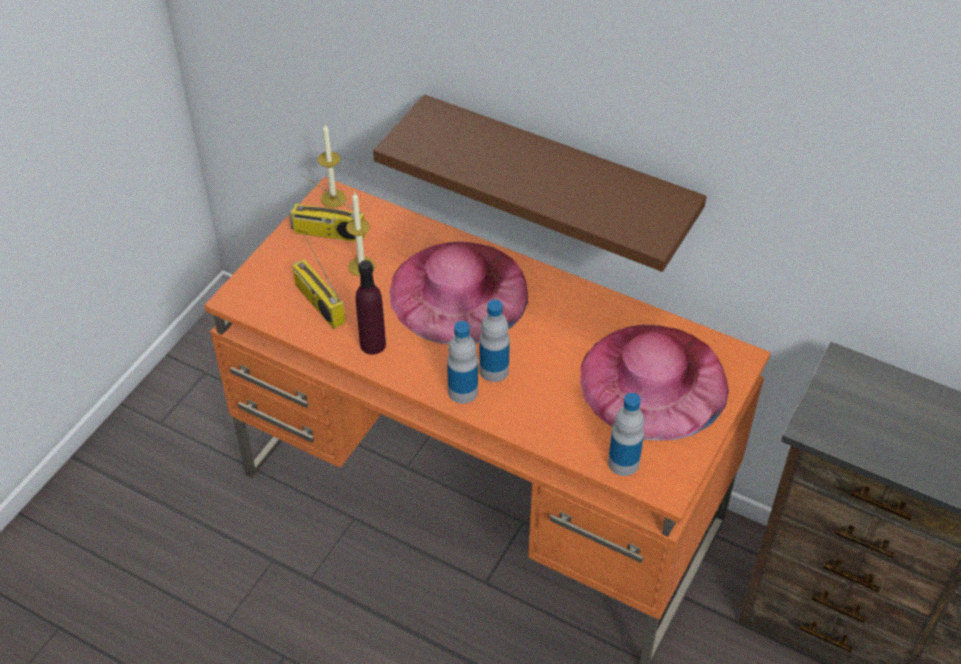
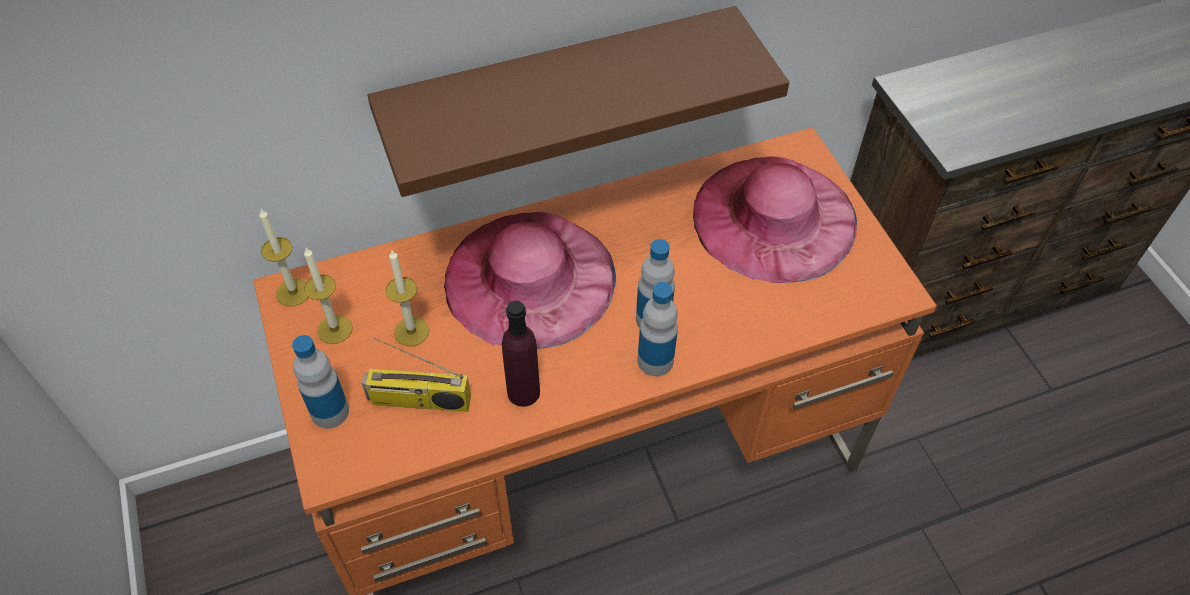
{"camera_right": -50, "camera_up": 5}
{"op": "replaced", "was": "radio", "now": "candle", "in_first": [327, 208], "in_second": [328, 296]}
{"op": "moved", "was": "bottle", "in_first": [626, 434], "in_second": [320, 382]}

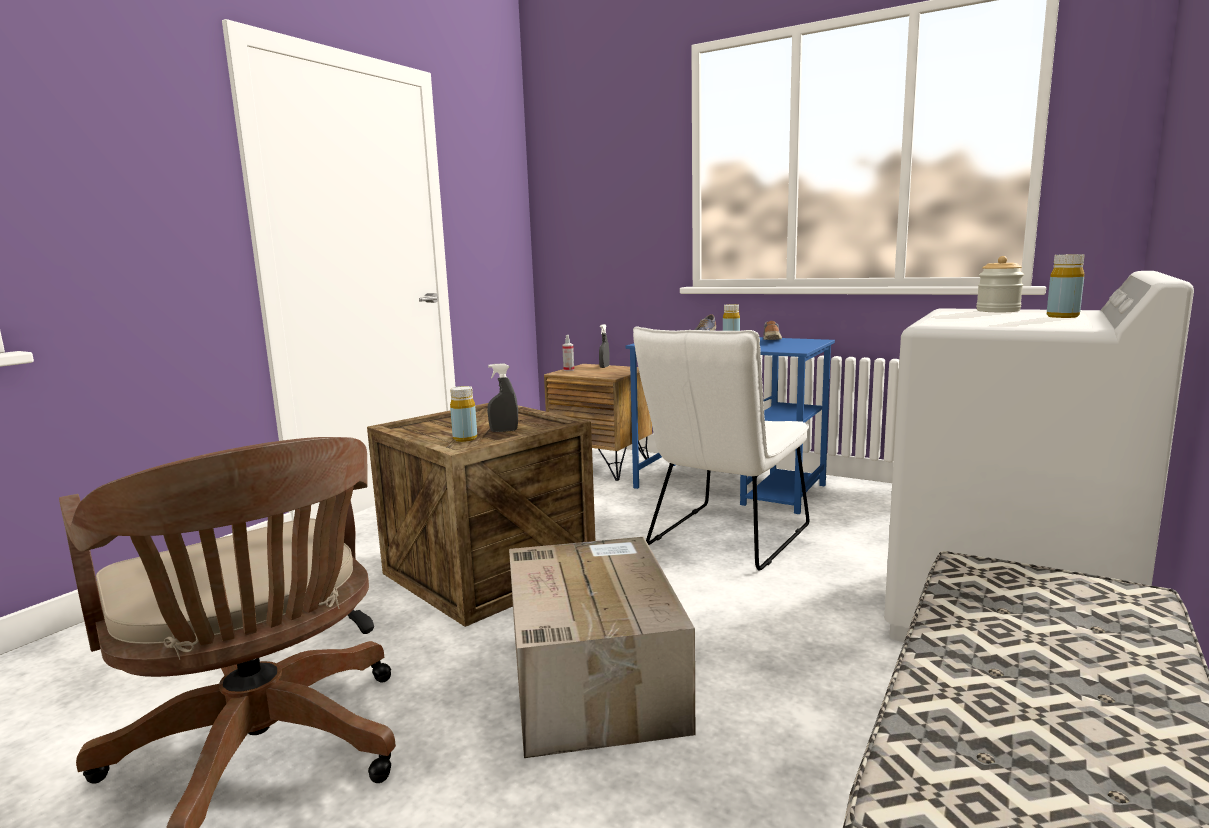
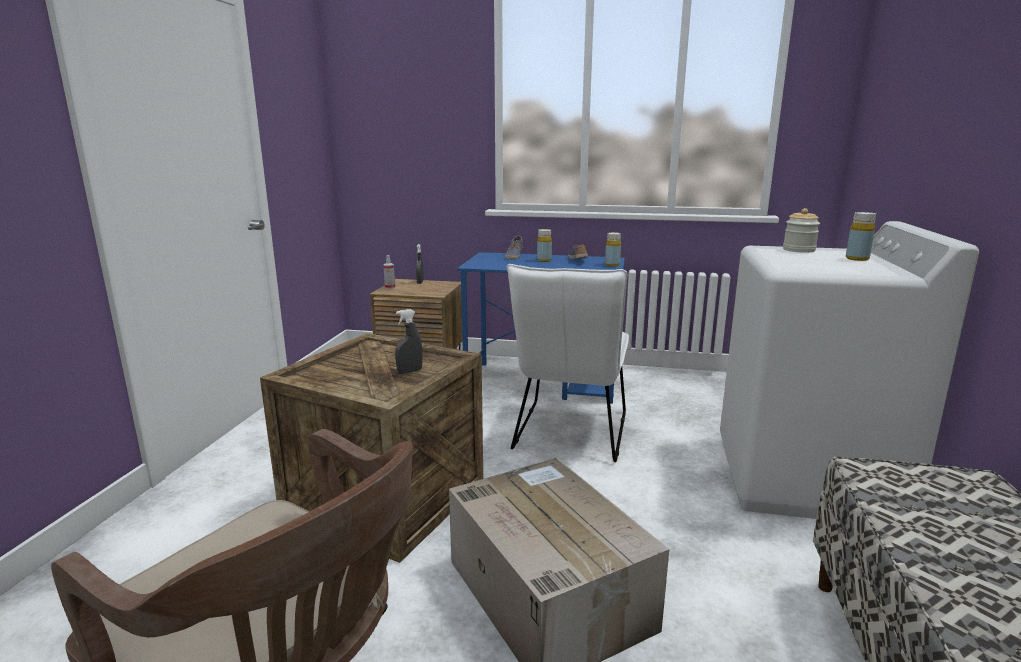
{"camera_right": -20, "camera_up": 5}
{"op": "moved", "was": "bottle (yellow)", "in_first": [463, 414], "in_second": [613, 249]}

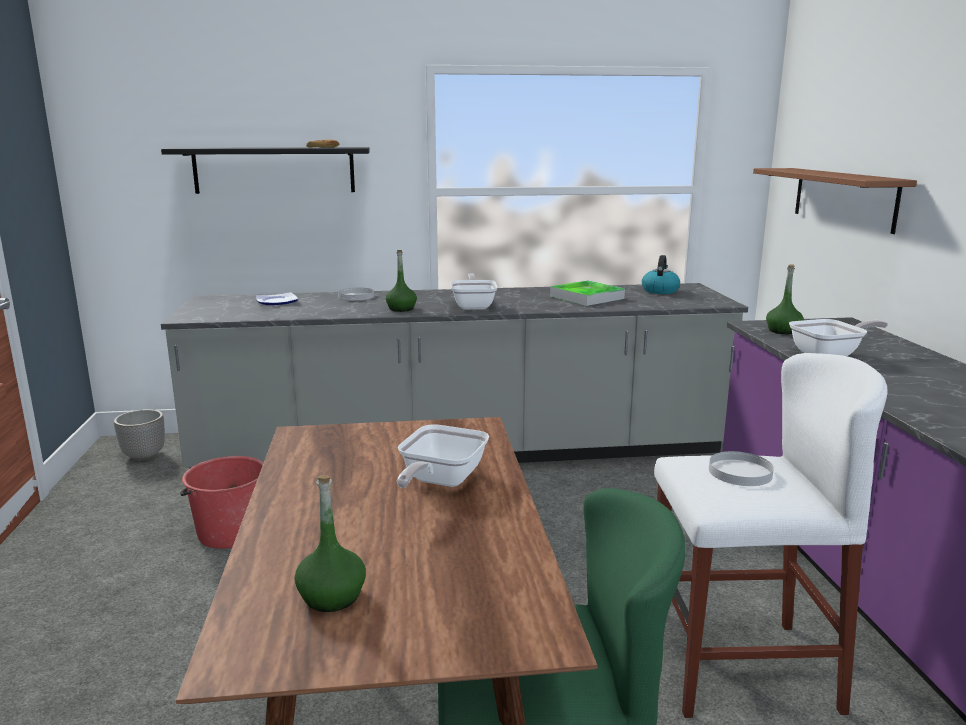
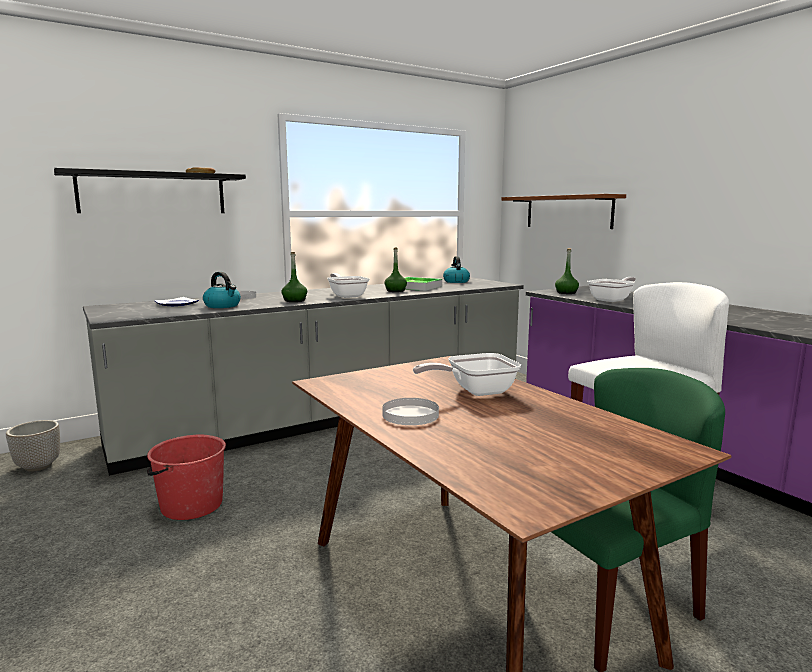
{"camera_right": -25, "camera_up": -5}
{"op": "moved", "was": "bottle (green)", "in_first": [330, 543], "in_second": [396, 270]}
{"op": "turned", "was": "frying pan", "in_first": [443, 456], "in_second": [467, 374], "clockwise": 75}
{"op": "moved", "was": "plate (white)", "in_first": [741, 468], "in_second": [411, 411]}
{"op": "added", "now": "kettle", "in_second": [222, 290]}

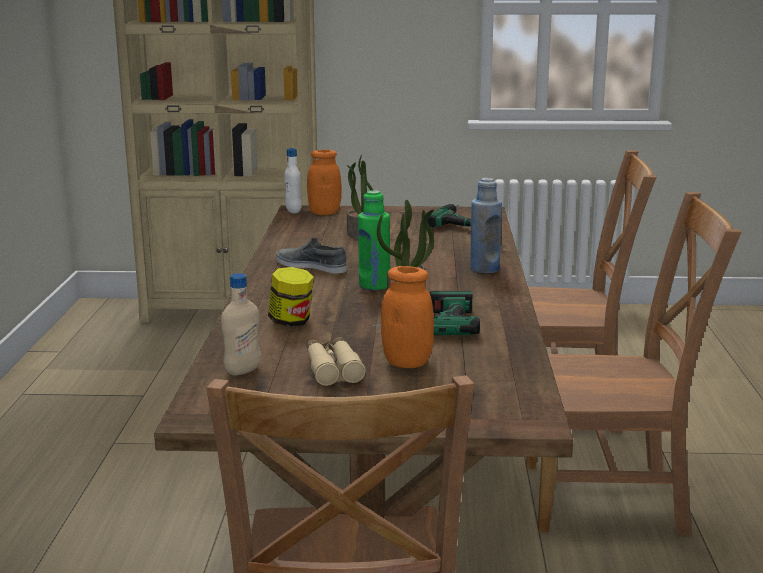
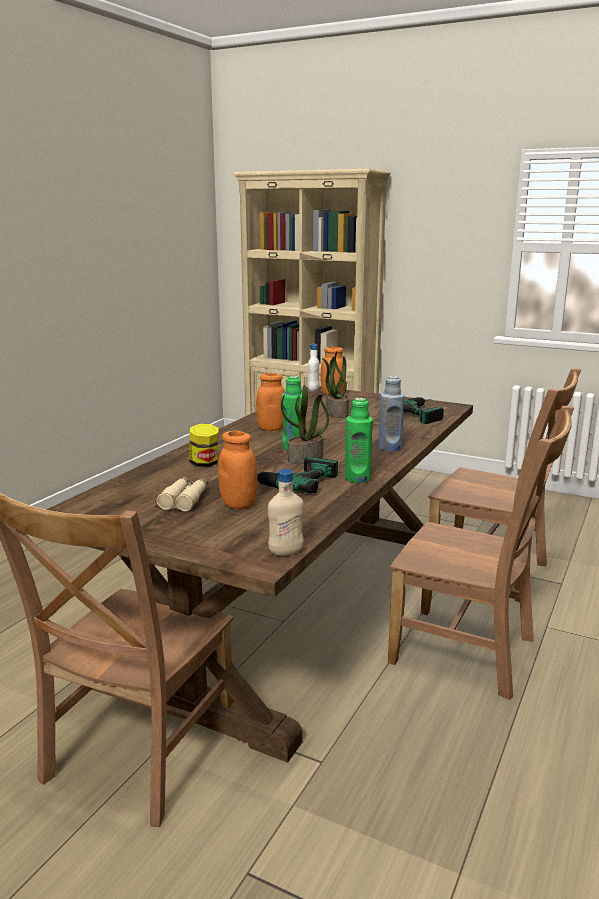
{"camera_right": 25, "camera_up": 0}
{"op": "moved", "was": "bottle (beige)", "in_first": [241, 324], "in_second": [286, 512]}
{"op": "replaced", "was": "shoe (grey)", "now": "jar (orange)", "in_first": [311, 255], "in_second": [270, 402]}
{"op": "added", "now": "bottle (green)", "in_second": [359, 440]}

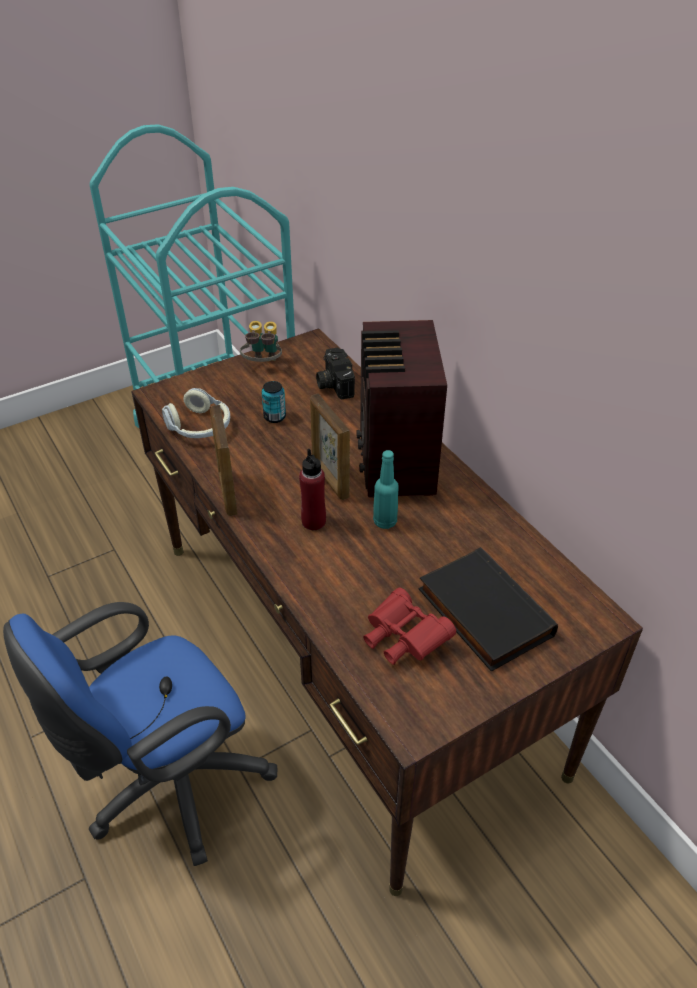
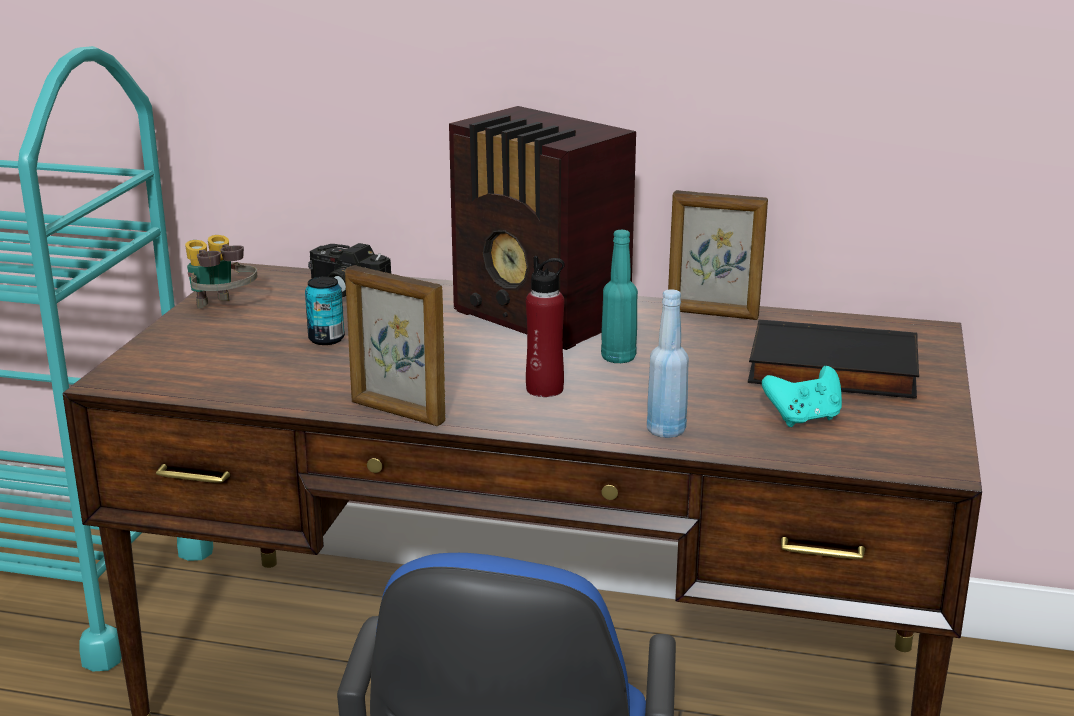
{"camera_right": -45, "camera_up": -20}
{"op": "removed", "was": "headphones", "in_first": [196, 413]}
{"op": "moved", "was": "picture frame", "in_first": [330, 447], "in_second": [718, 255]}
{"op": "replaced", "was": "binoculars (red)", "now": "game controller (turquoise)", "in_first": [409, 626], "in_second": [802, 396]}
{"op": "added", "now": "bottle (blue)", "in_second": [668, 363]}

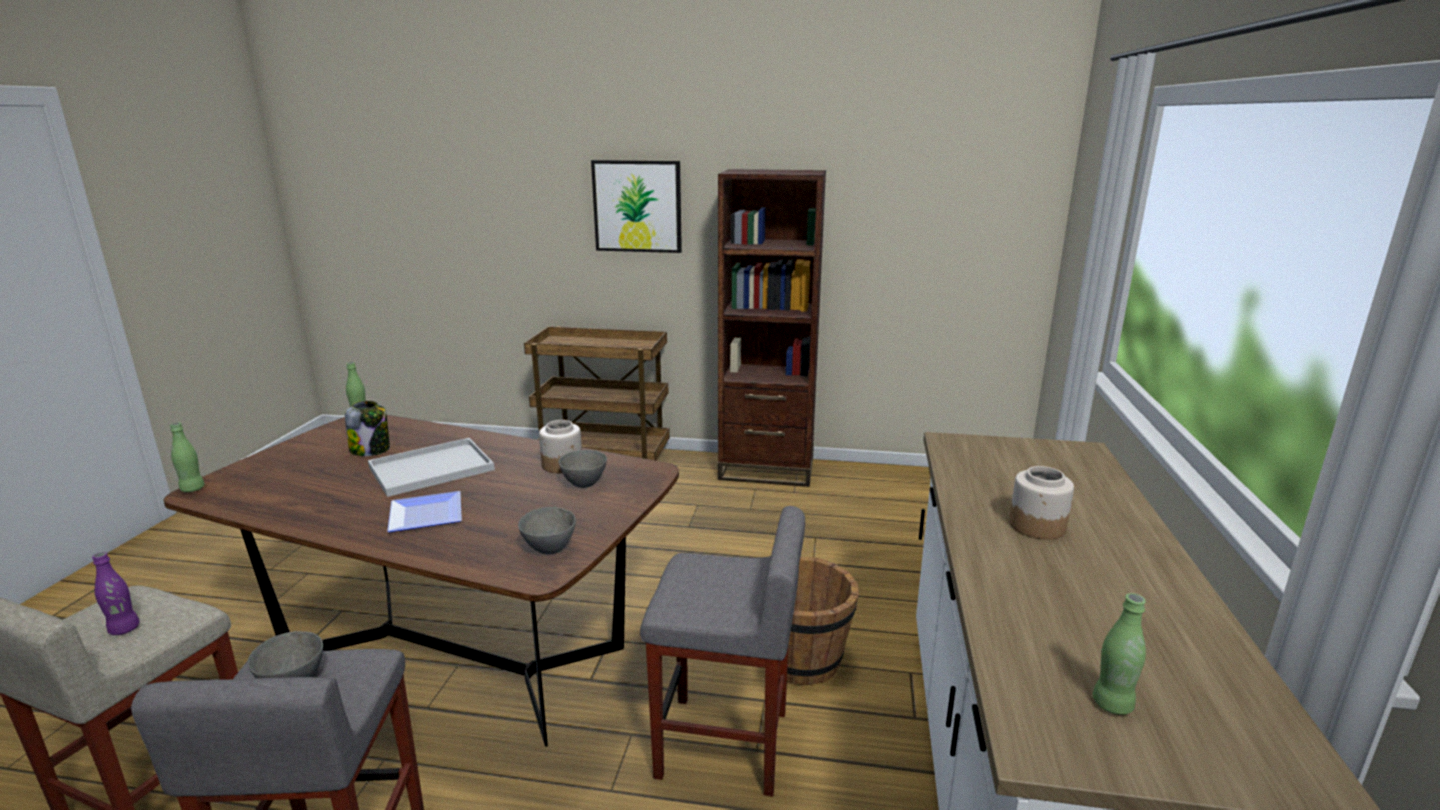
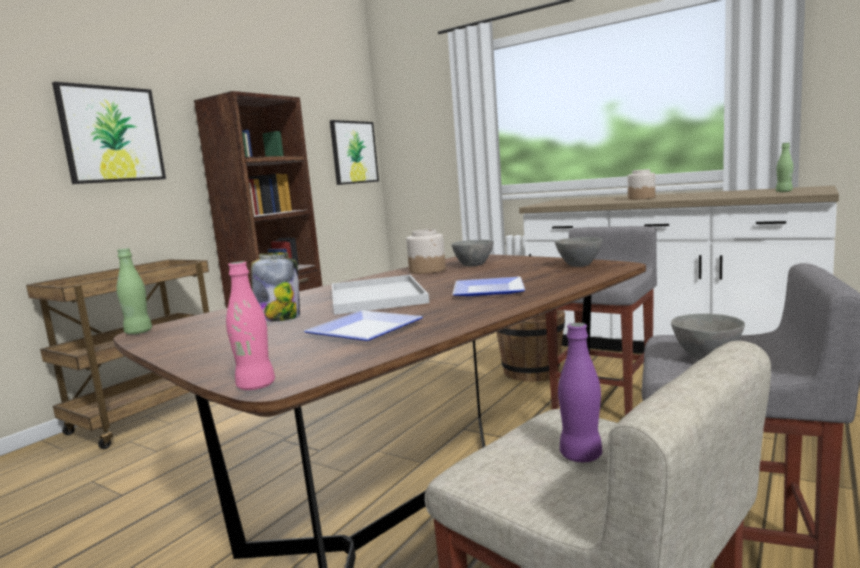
{"camera_right": -65, "camera_up": -10}
{"op": "recoloured", "was": "bottle (green)", "now": "bottle (pink)", "in_first": [187, 457], "in_second": [250, 325]}
{"op": "added", "now": "plate", "in_second": [363, 325]}
{"op": "added", "now": "picture", "in_second": [354, 152]}

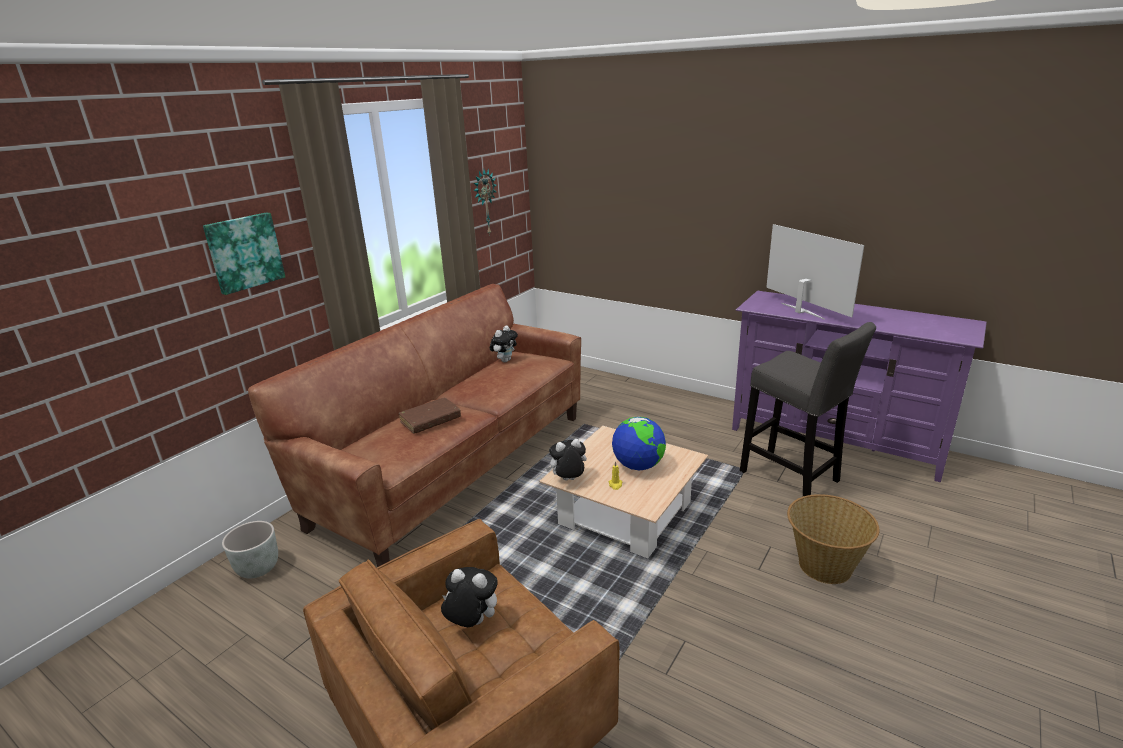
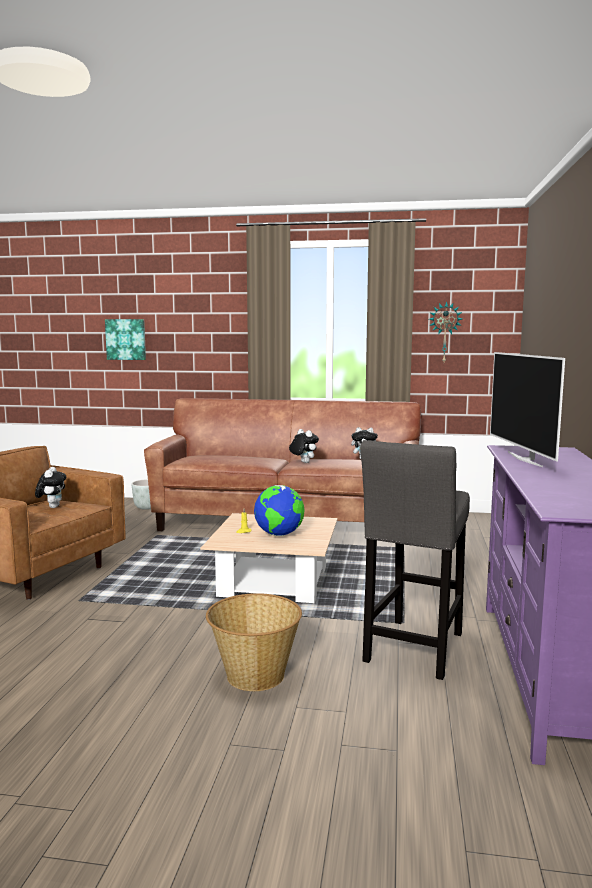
{"camera_right": 65, "camera_up": -15}
{"op": "moved", "was": "picture", "in_first": [244, 253], "in_second": [125, 339]}
{"op": "removed", "was": "book (brown)", "in_first": [429, 415]}
{"op": "moved", "was": "plush toy", "in_first": [566, 459], "in_second": [304, 446]}
{"op": "turned", "was": "television", "in_first": [815, 272], "in_second": [527, 409], "clockwise": 135}

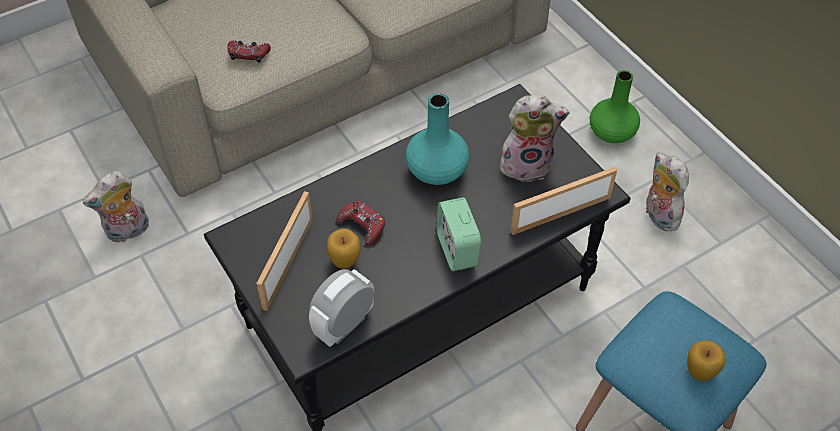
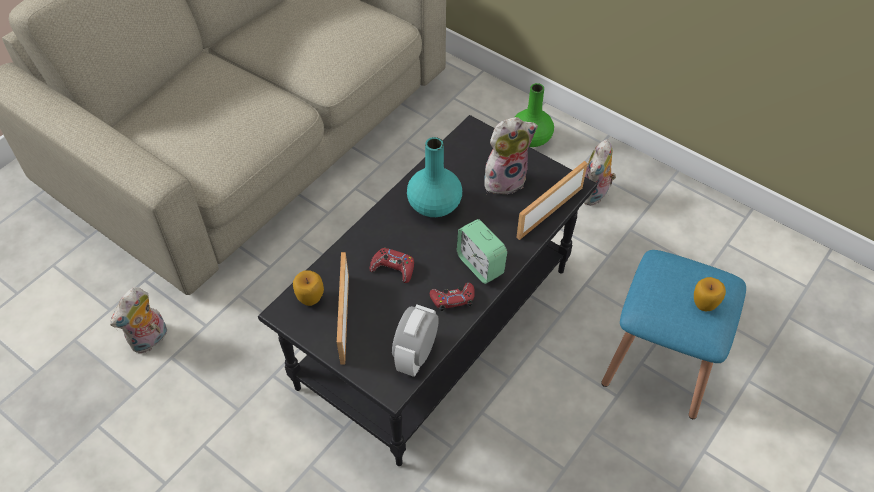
{"camera_right": -20, "camera_up": 0}
{"op": "moved", "was": "game controller (red)", "in_first": [249, 51], "in_second": [452, 296]}
{"op": "moved", "was": "apple", "in_first": [343, 248], "in_second": [308, 288]}
{"op": "turned", "was": "plush toy", "in_first": [667, 191], "in_second": [600, 172], "clockwise": -105}

